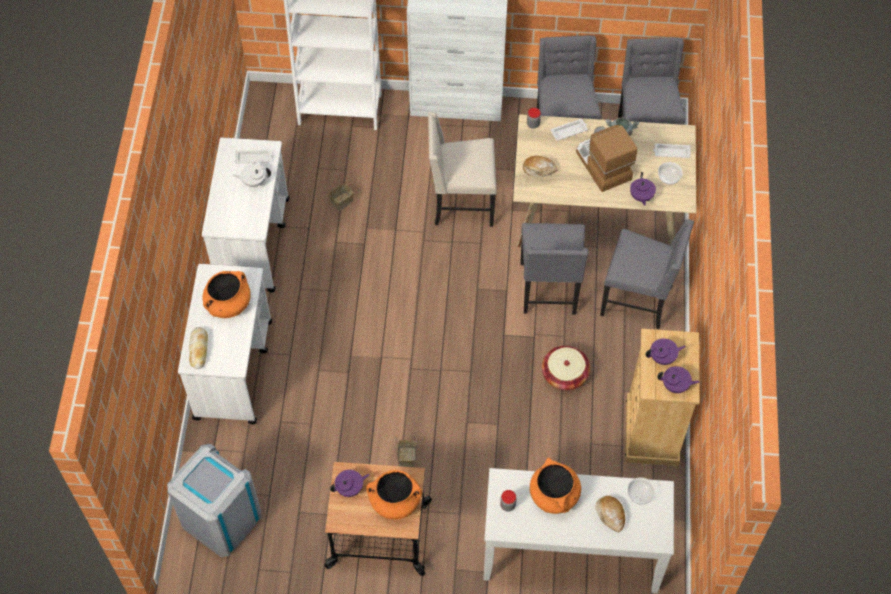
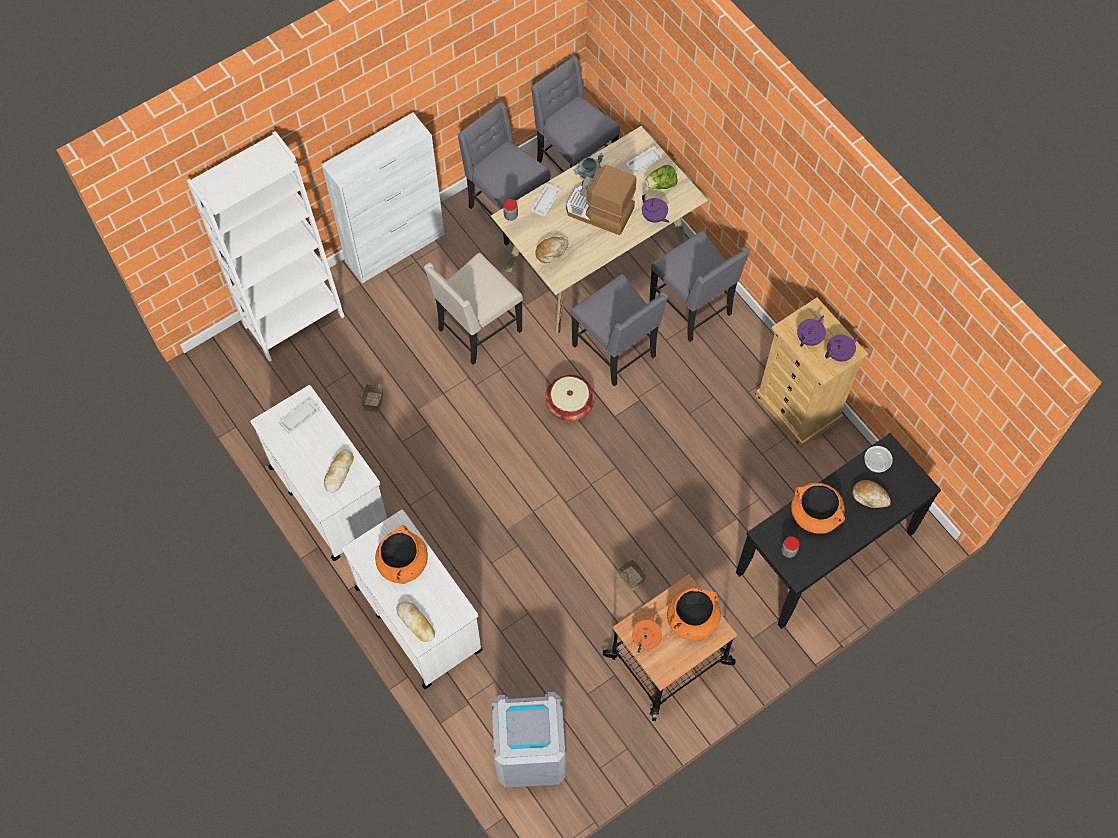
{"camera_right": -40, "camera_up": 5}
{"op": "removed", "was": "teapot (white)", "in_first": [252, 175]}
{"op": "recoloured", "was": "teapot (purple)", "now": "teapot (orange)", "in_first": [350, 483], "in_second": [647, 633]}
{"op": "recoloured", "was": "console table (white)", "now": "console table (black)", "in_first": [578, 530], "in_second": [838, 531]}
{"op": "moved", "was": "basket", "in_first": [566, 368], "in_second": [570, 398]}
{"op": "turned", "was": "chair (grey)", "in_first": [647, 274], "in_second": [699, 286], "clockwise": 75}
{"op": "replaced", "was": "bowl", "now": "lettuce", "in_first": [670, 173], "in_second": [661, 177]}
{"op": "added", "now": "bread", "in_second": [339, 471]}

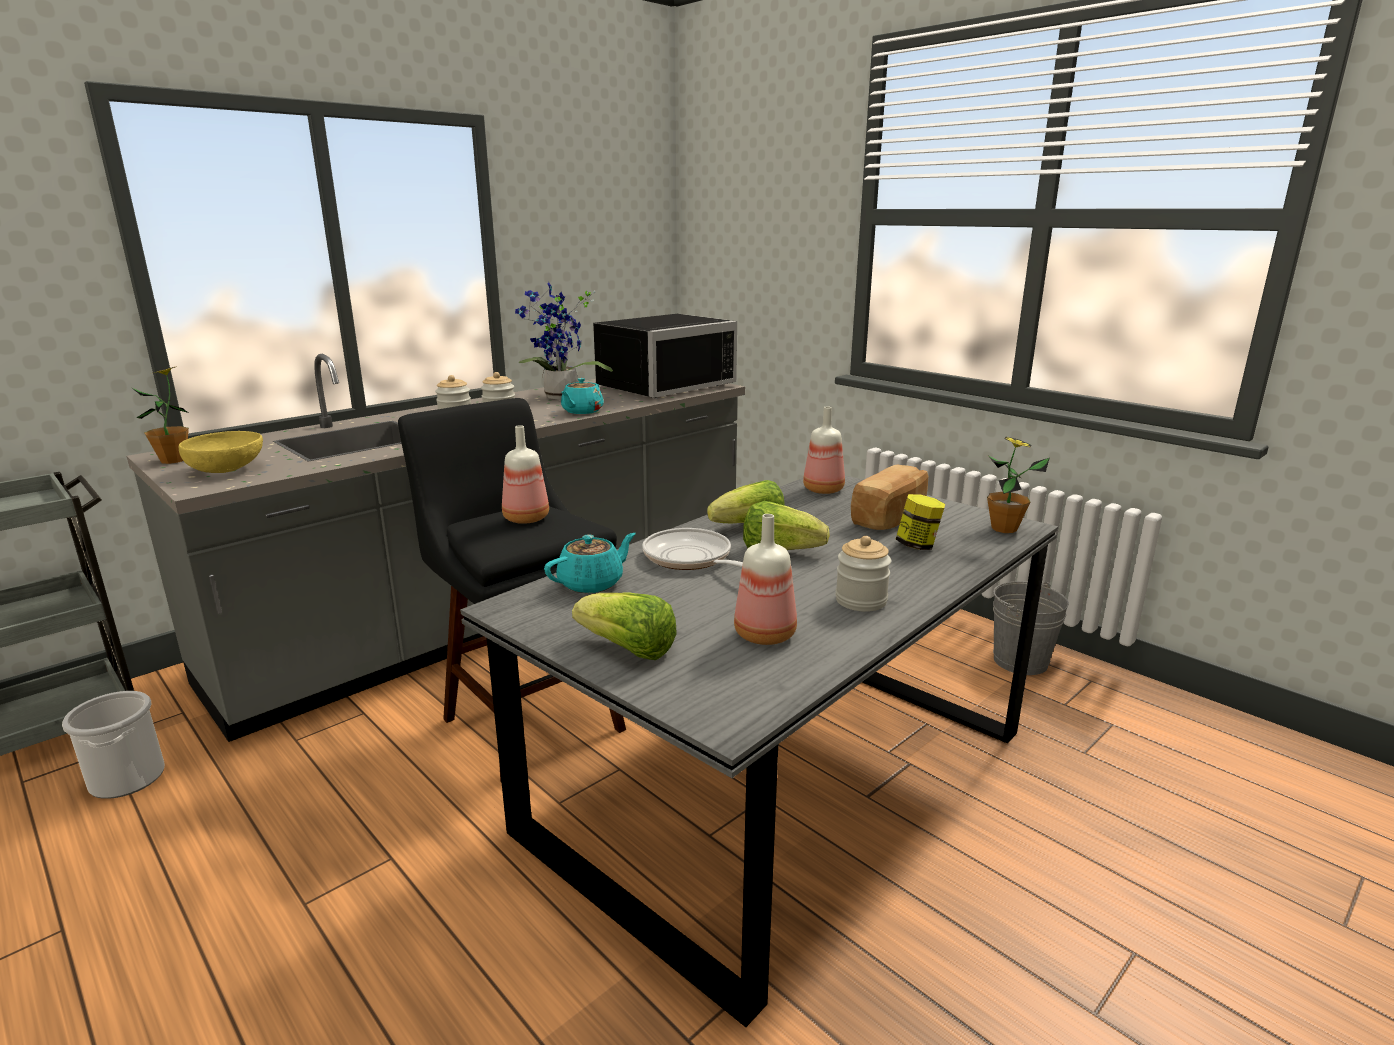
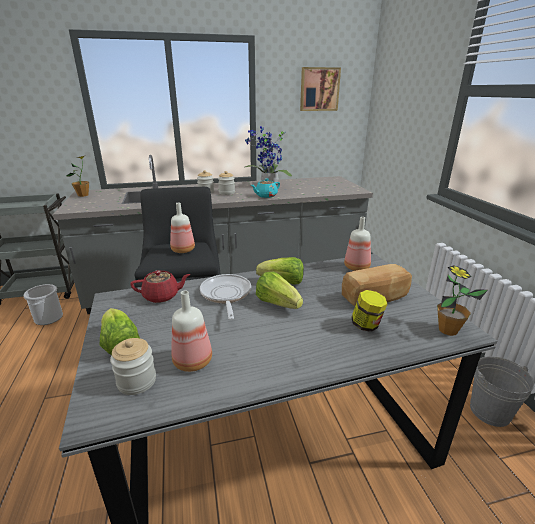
{"camera_right": 30, "camera_up": 5}
{"op": "removed", "was": "bowl (yellow)", "in_first": [221, 452]}
{"op": "recoloured", "was": "teapot (turquoise)", "now": "teapot (red)", "in_first": [590, 563], "in_second": [160, 286]}
{"op": "removed", "was": "microwave (black)", "in_first": [665, 356]}
{"op": "moved", "was": "jar", "in_first": [863, 574], "in_second": [133, 366]}
{"op": "added", "now": "picture", "in_second": [320, 89]}

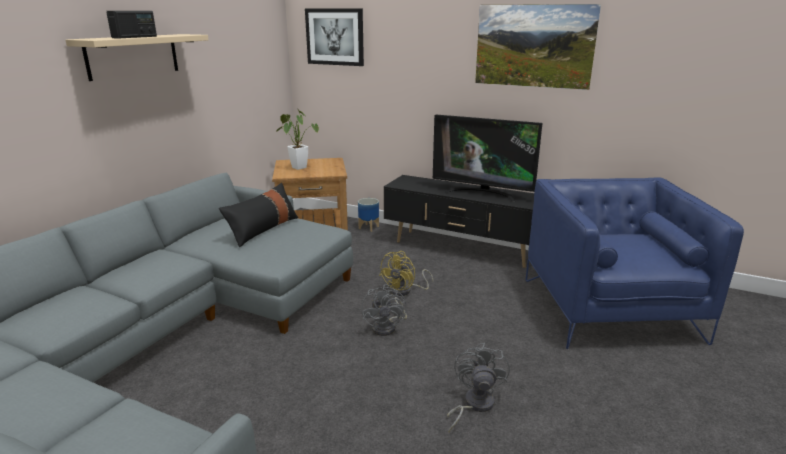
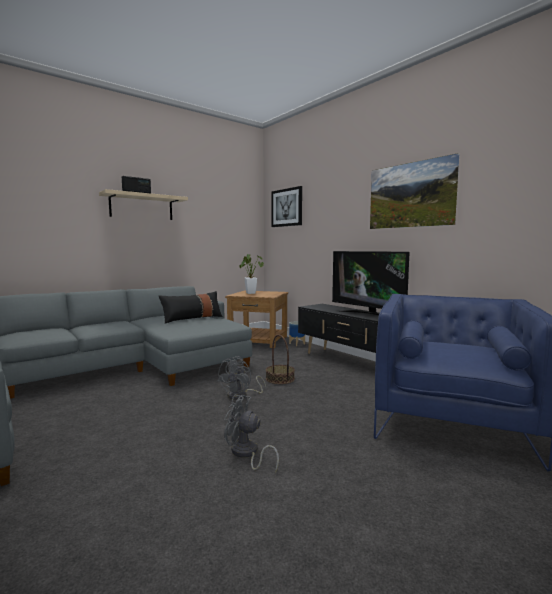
{"camera_right": 25, "camera_up": -15}
{"op": "replaced", "was": "fan (yellow)", "now": "basket", "in_first": [406, 273], "in_second": [280, 359]}
{"op": "turned", "was": "fan (grey)", "in_first": [478, 387], "in_second": [251, 433], "clockwise": -105}

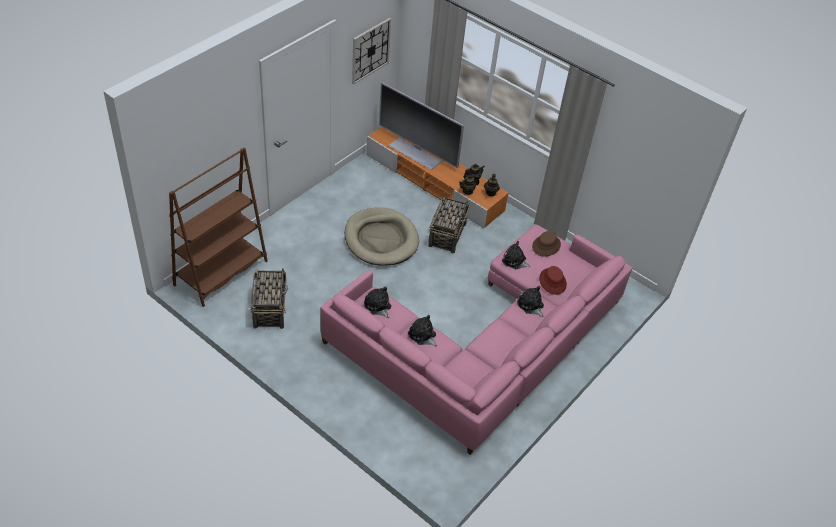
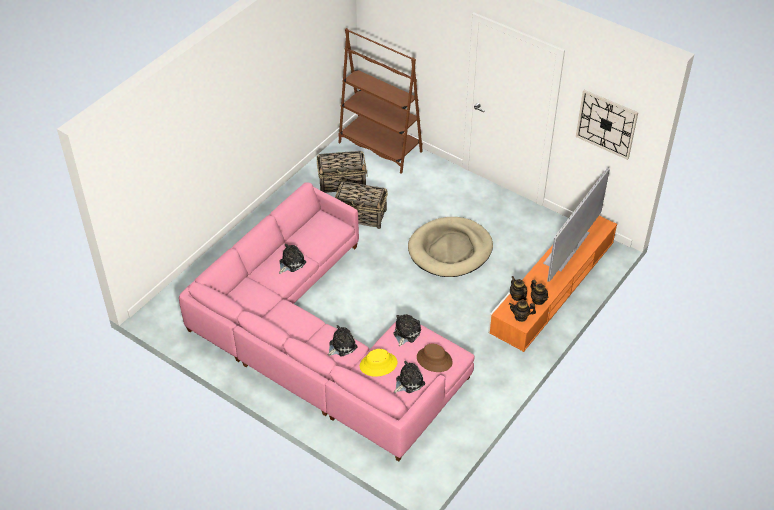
{"camera_right": 90, "camera_up": 0}
{"op": "moved", "was": "plush toy", "in_first": [377, 302], "in_second": [409, 377]}
{"op": "moved", "was": "basket", "in_first": [448, 225], "in_second": [361, 205]}
{"op": "recoloured", "was": "hat (red)", "now": "hat (yellow)", "in_first": [553, 280], "in_second": [379, 363]}

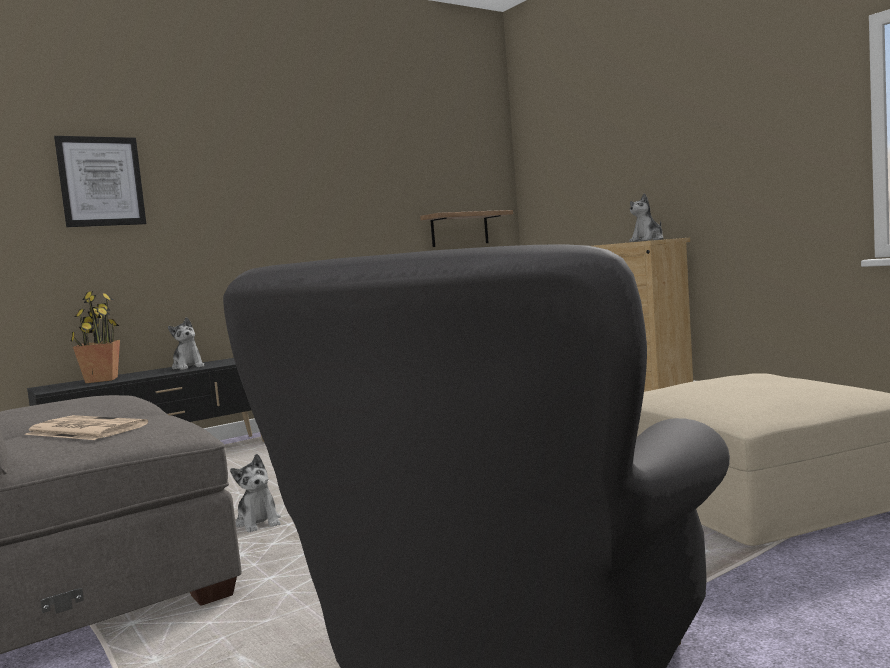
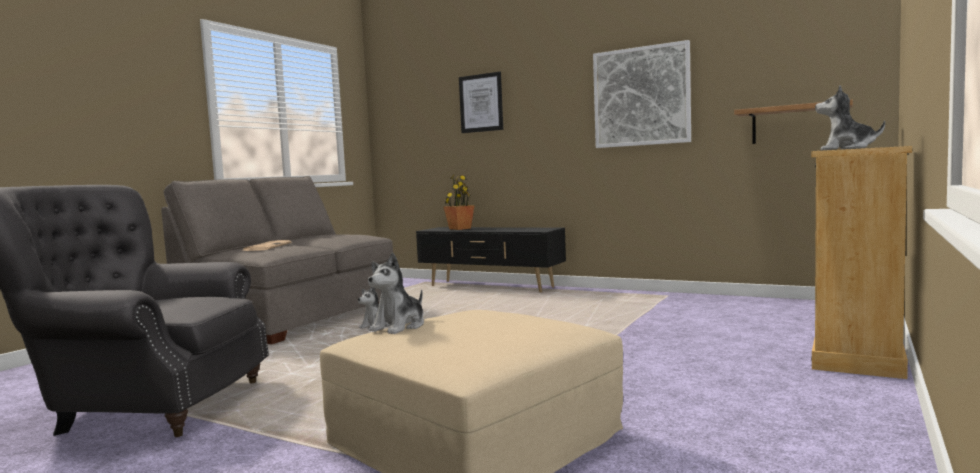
{"camera_right": 65, "camera_up": 0}
{"op": "moved", "was": "plush toy", "in_first": [186, 343], "in_second": [396, 293]}
{"op": "added", "now": "picture", "in_second": [642, 94]}

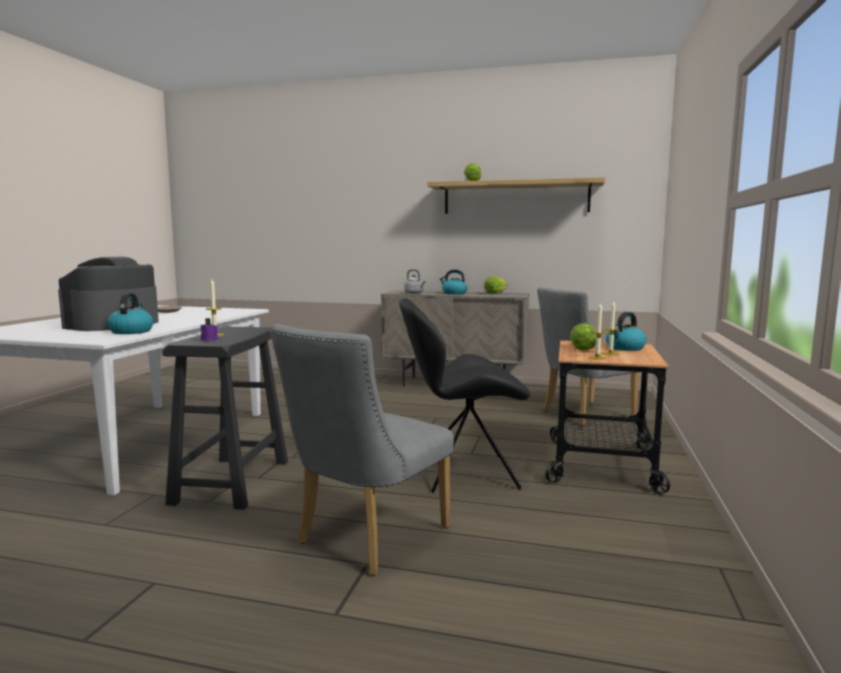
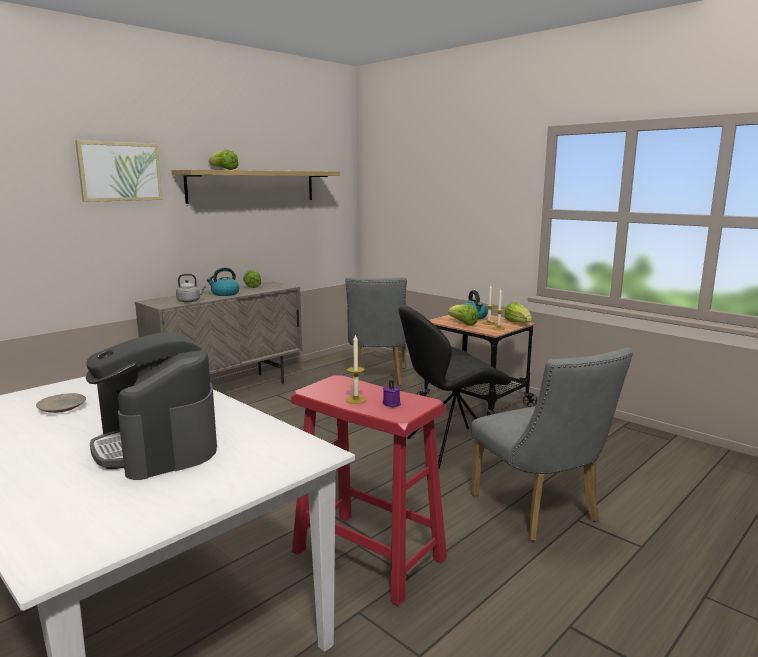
{"camera_right": -60, "camera_up": 5}
{"op": "removed", "was": "kettle", "in_first": [130, 313]}
{"op": "recoloured", "was": "stool (black)", "now": "stool (red)", "in_first": [225, 418], "in_second": [369, 490]}
{"op": "turned", "was": "chair (black)", "in_first": [464, 395], "in_second": [454, 387], "clockwise": 45}
{"op": "added", "now": "picture", "in_second": [119, 171]}
{"op": "added", "now": "lettuce", "in_second": [518, 312]}

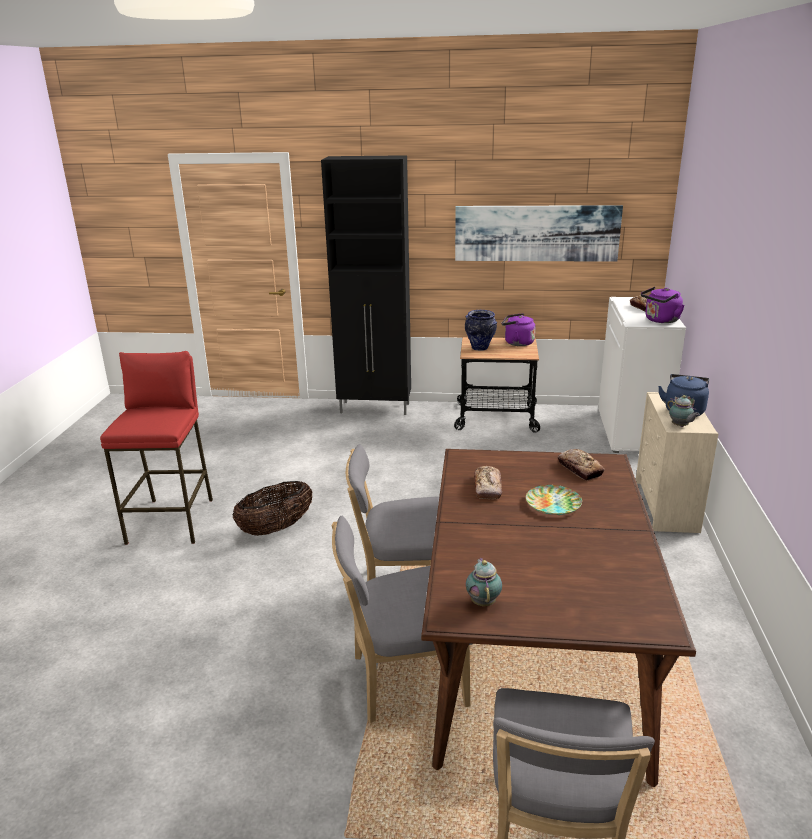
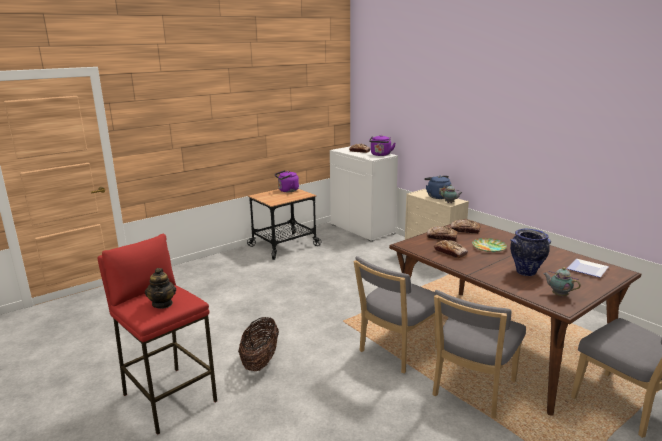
{"camera_right": -45, "camera_up": -5}
{"op": "removed", "was": "cabinet (black)", "in_first": [366, 285]}
{"op": "removed", "was": "picture", "in_first": [539, 233]}
{"op": "moved", "was": "vase", "in_first": [481, 330], "in_second": [530, 252]}
{"op": "added", "now": "teapot", "in_second": [160, 288]}
{"op": "added", "now": "bread", "in_second": [442, 233]}
{"op": "added", "now": "plate", "in_second": [588, 268]}

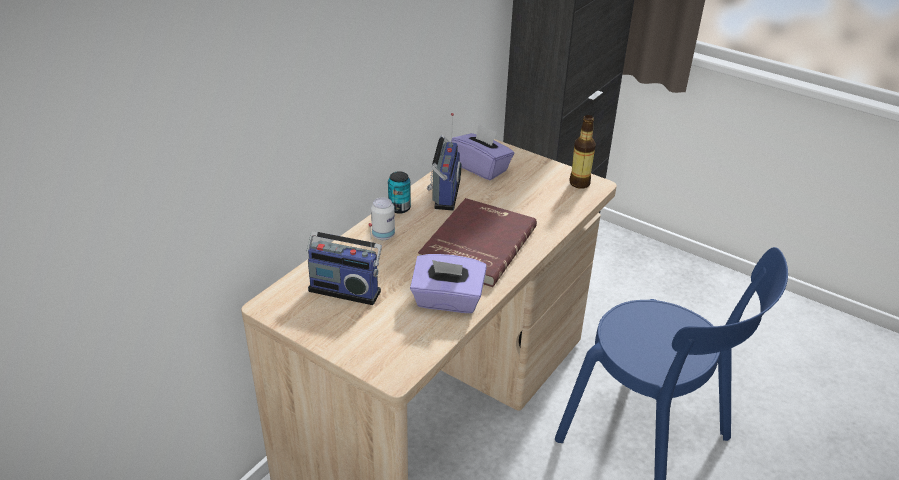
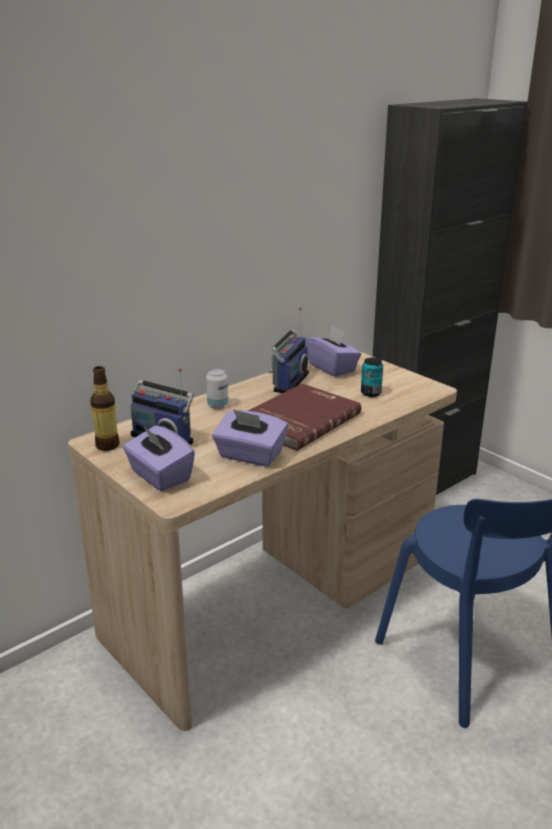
{"camera_right": 15, "camera_up": -10}
{"op": "moved", "was": "can", "in_first": [399, 192], "in_second": [372, 377]}
{"op": "moved", "was": "bottle", "in_first": [582, 152], "in_second": [105, 408]}
{"op": "added", "now": "tissue box (purple)", "in_second": [159, 457]}

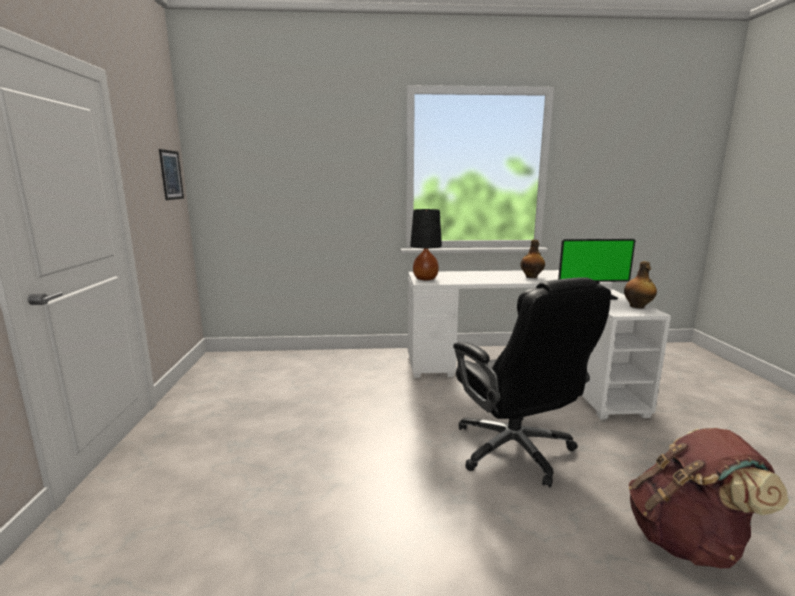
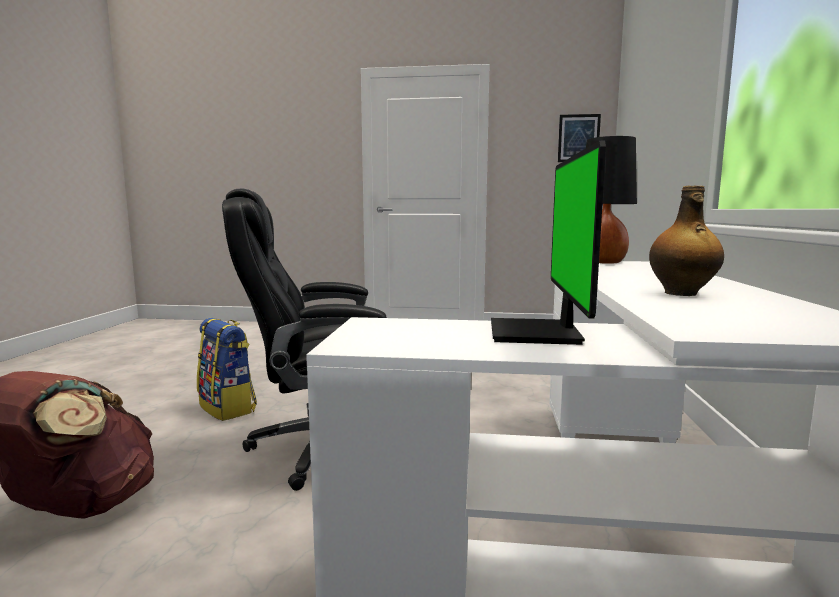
{"camera_right": 100, "camera_up": -5}
{"op": "removed", "was": "bottle", "in_first": [640, 285]}
{"op": "added", "now": "backpack", "in_second": [227, 369]}

